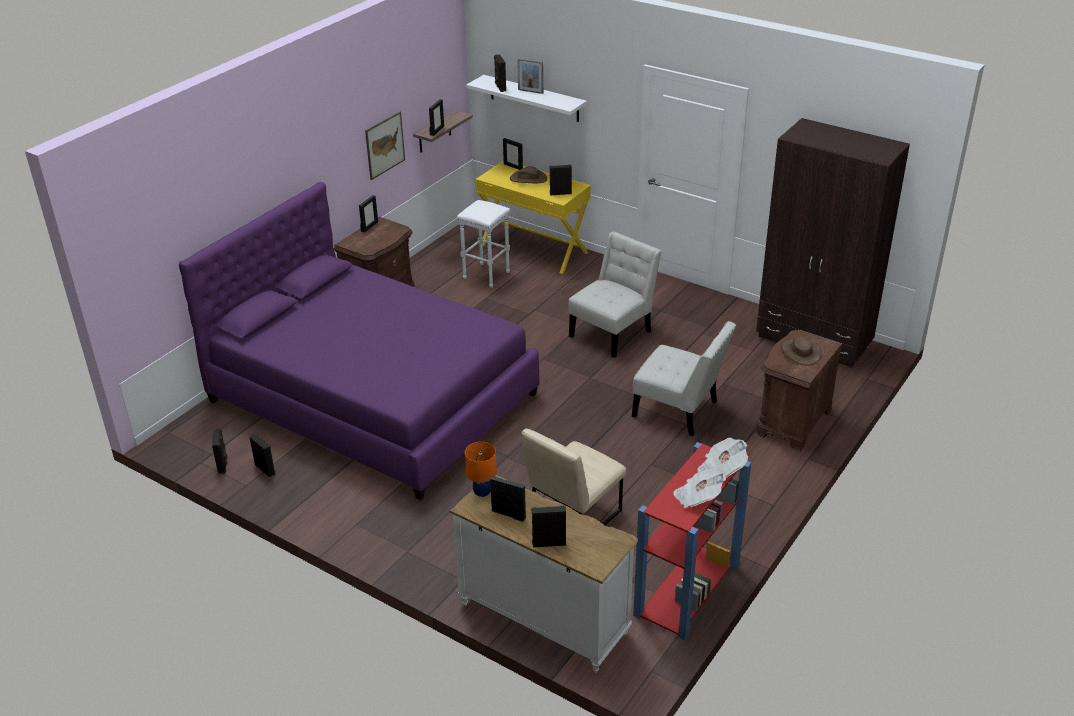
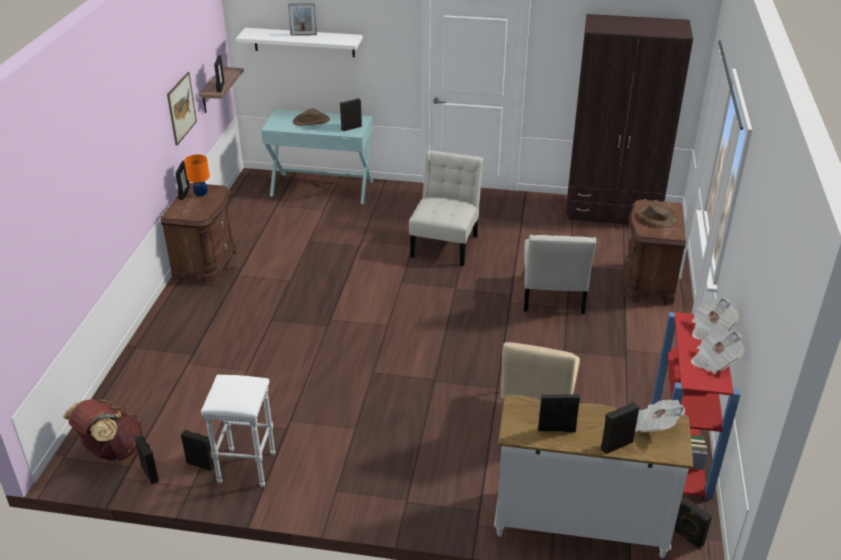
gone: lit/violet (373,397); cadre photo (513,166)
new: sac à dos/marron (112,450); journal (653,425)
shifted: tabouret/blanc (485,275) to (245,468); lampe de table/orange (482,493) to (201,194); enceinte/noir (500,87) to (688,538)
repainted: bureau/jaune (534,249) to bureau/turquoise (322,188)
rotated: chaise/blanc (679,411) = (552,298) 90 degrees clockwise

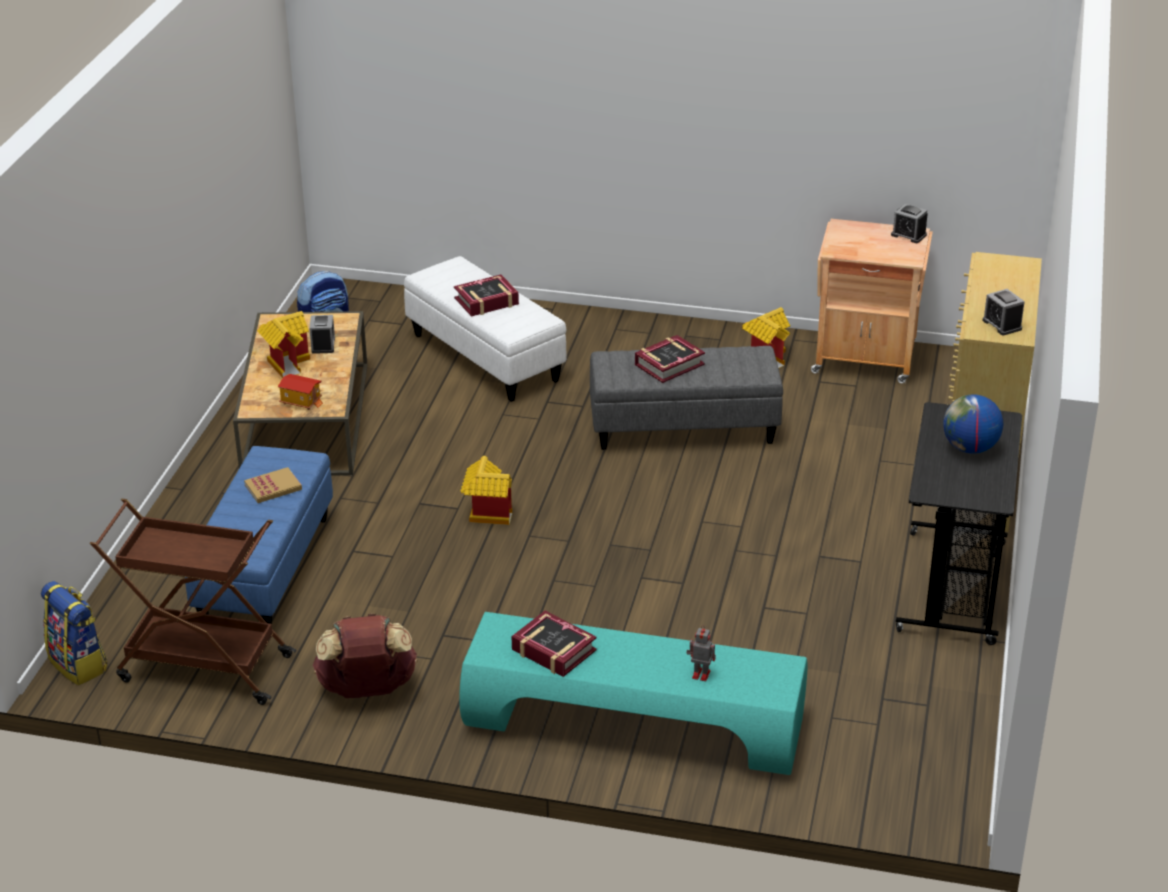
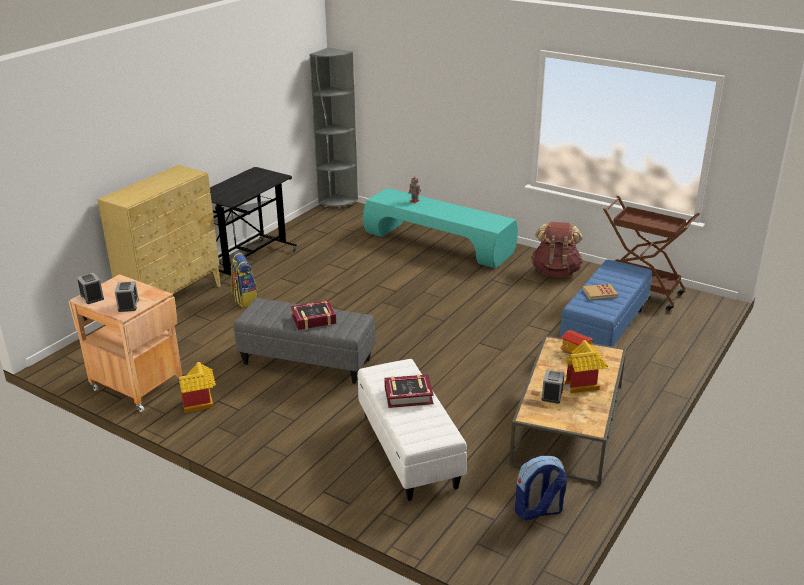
gone: maison miniature (486,513); livre (553,650); globe (970,448)
new: bibliothèque/gris (338,205)
shifted: sac à dos (79,664) to (245,299); réveil (1002,324) to (128,305)

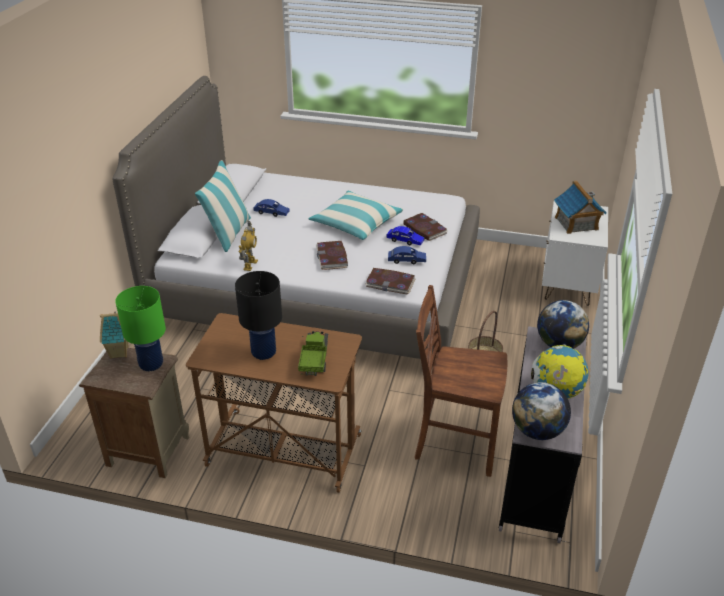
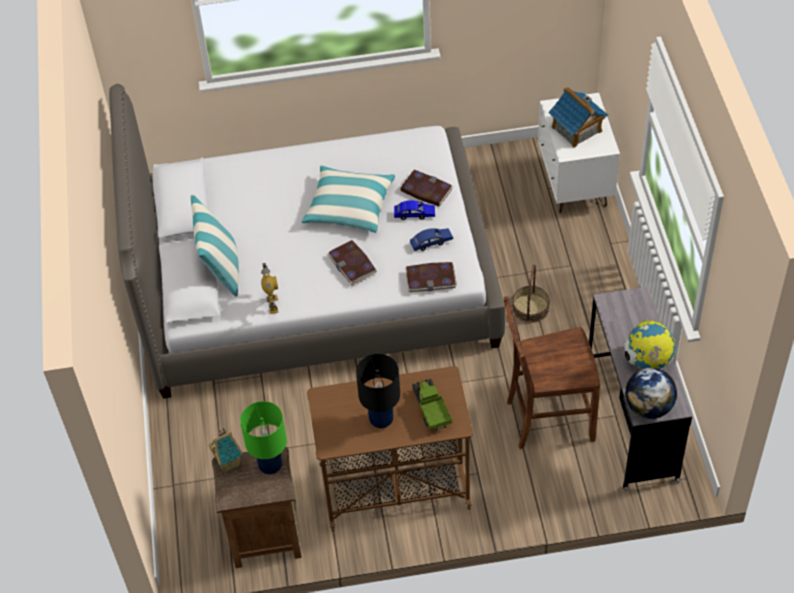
gone: petite voiture/bleu (271,213); globe (559,344)

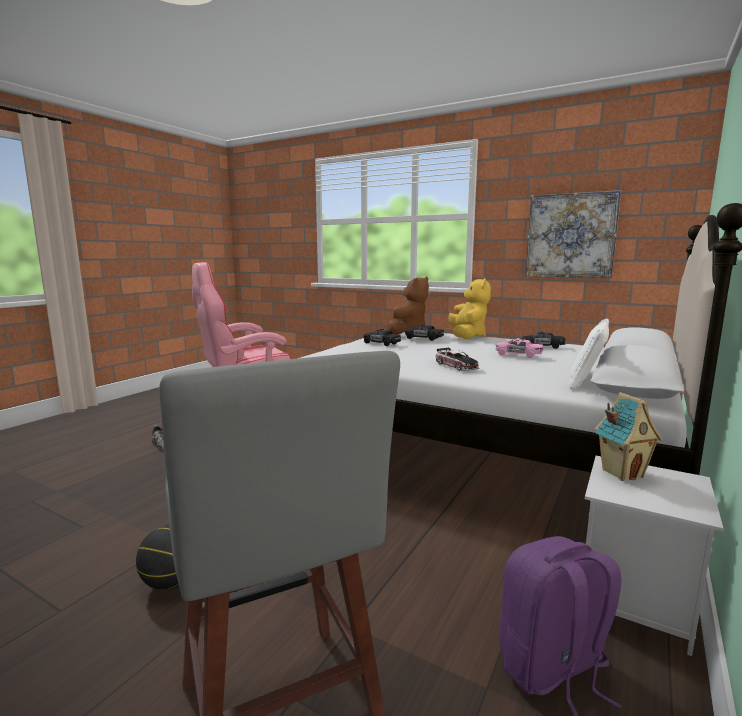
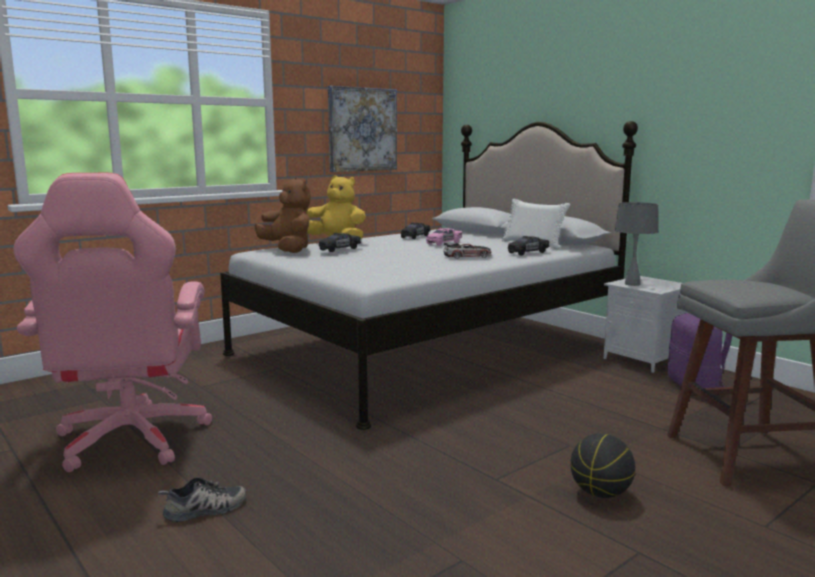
shifted: petite voiture/noir (381,343) to (527,252)
swapped: maison miniature (622,473) to lampe de table/gris (632,284)

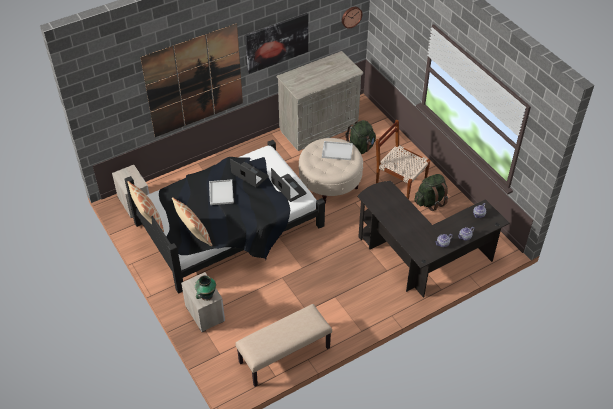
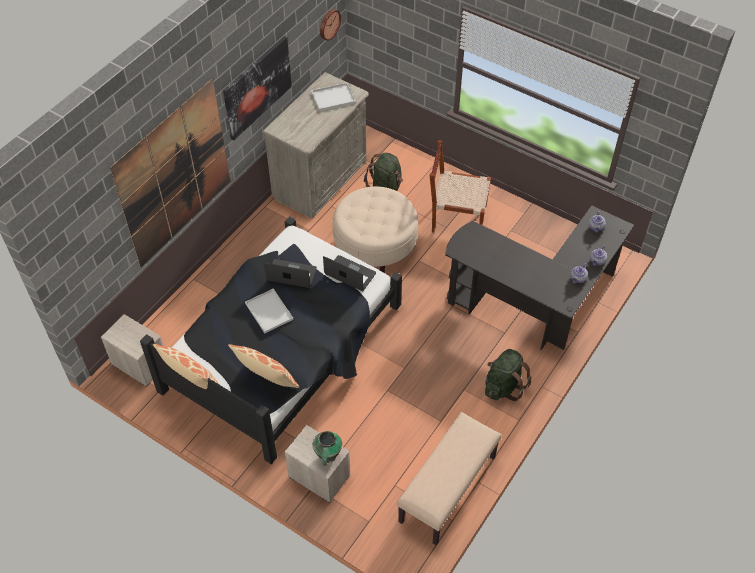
shifted: plateau/blanc (338,151) to (333,97); sac à dos/vert (430,201) to (503,386)

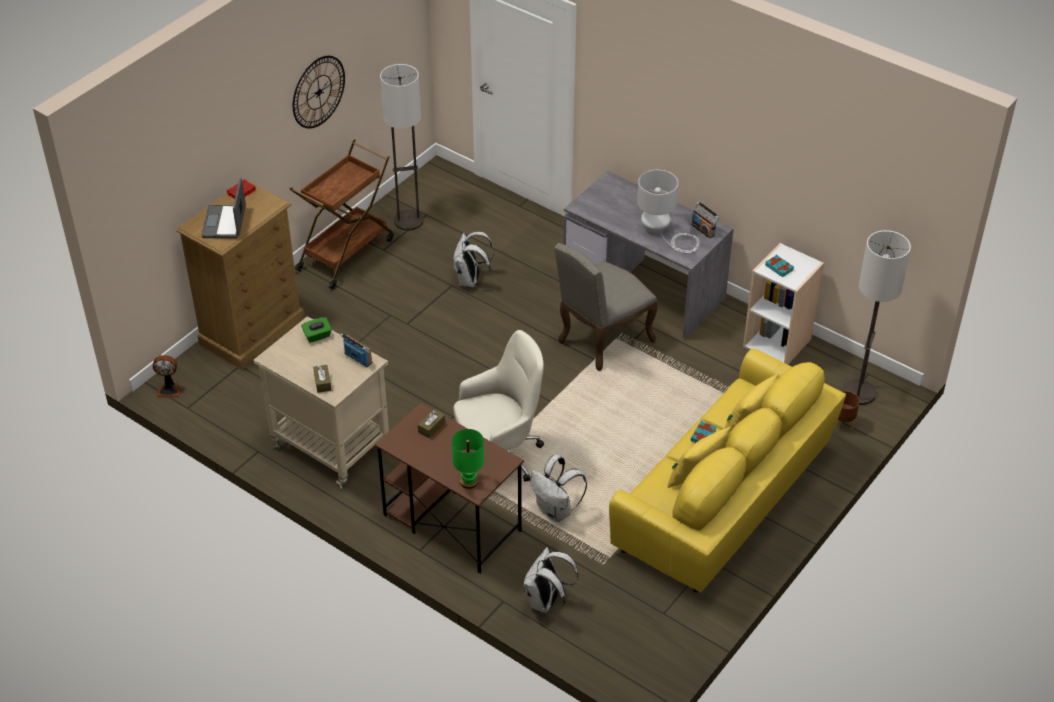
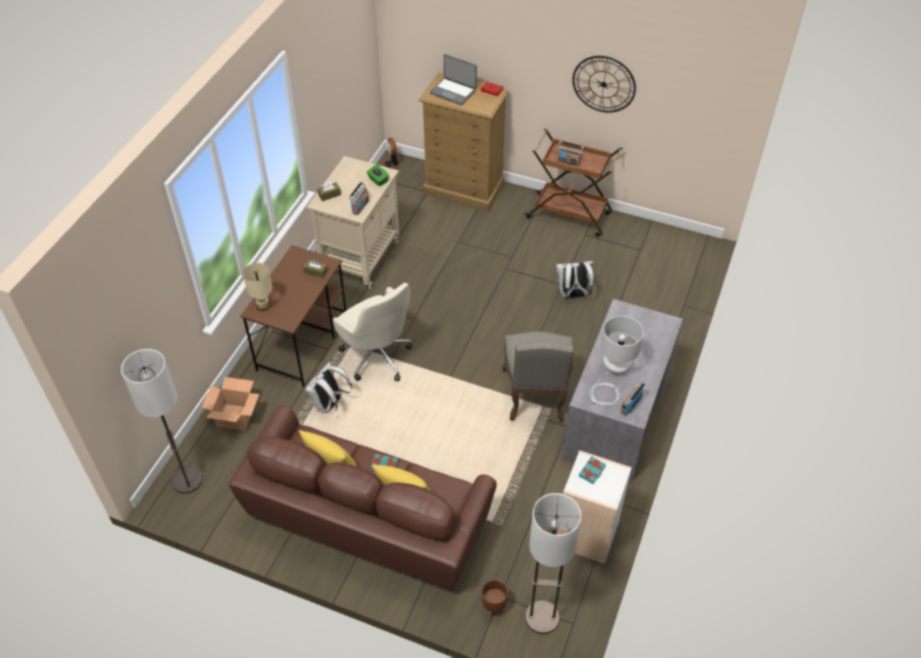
new: radio (569,161)
shifted: lampadaire (408,221) to (186,480)
swapped: sac à dos/blanc (546,602) to carton (234,417)
repainted: lampe de table/vert (469,482) to lampe de table/beige (262,305); canapé/jaune (724,501) to canapé/marron (367,521)
rotated: ordinateur portable (225,223) = (453,91) 135 degrees counterclockwise; chaise/gris (602,340) = (535,397) 120 degrees counterclockwise

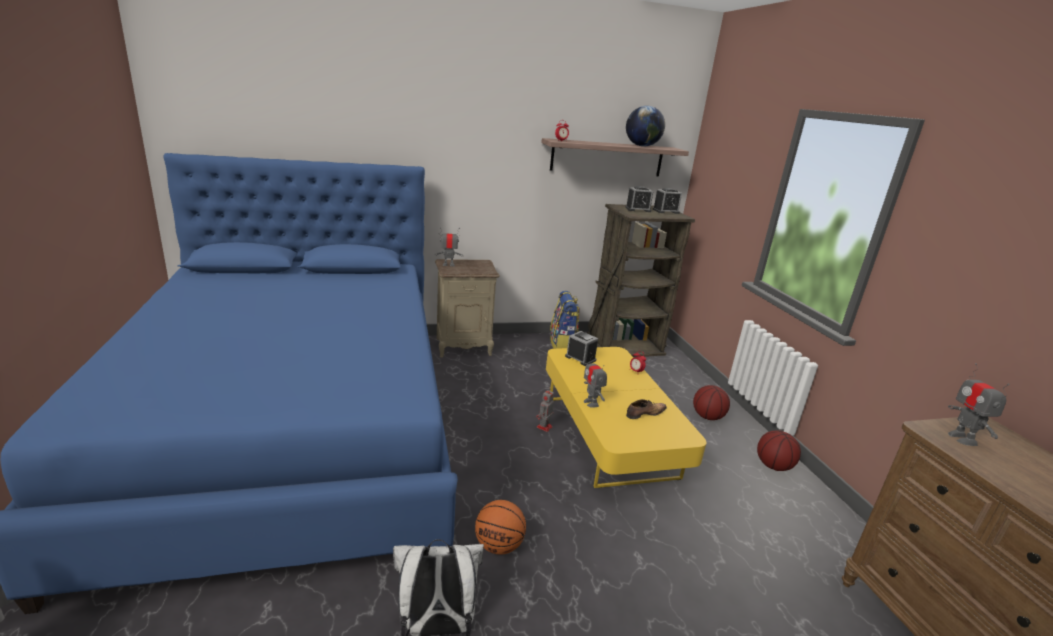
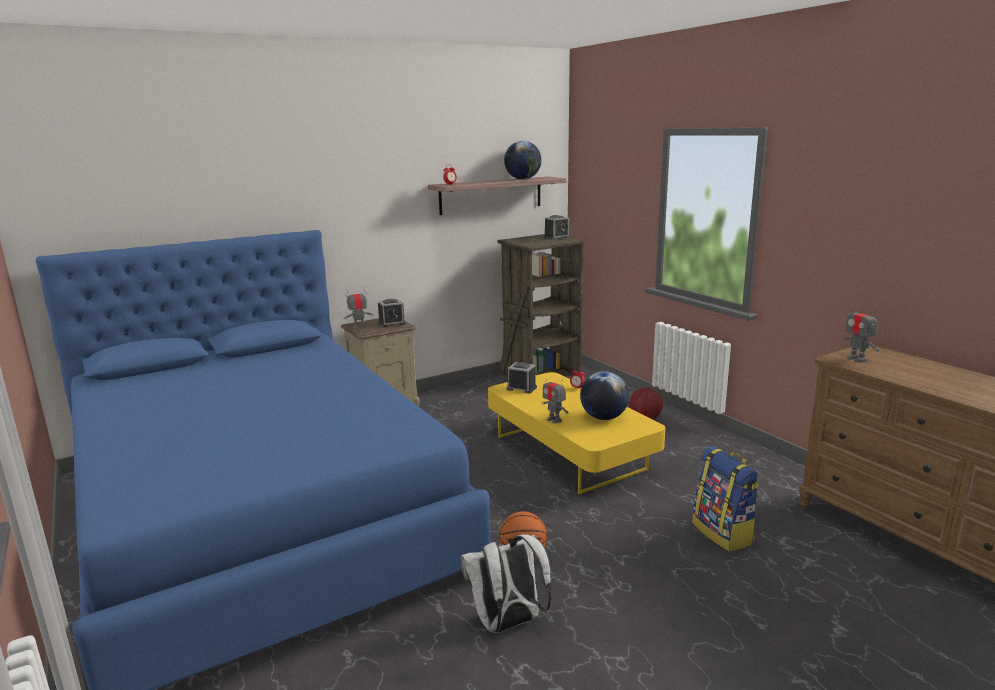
gone: robot jouet (544,427); ballon de basket (773,466)
shifted: sac à dos (563,345) to (723,533); réveil (638,209) to (392,323)
swapped: chaussure (644,414) to globe (603,417)

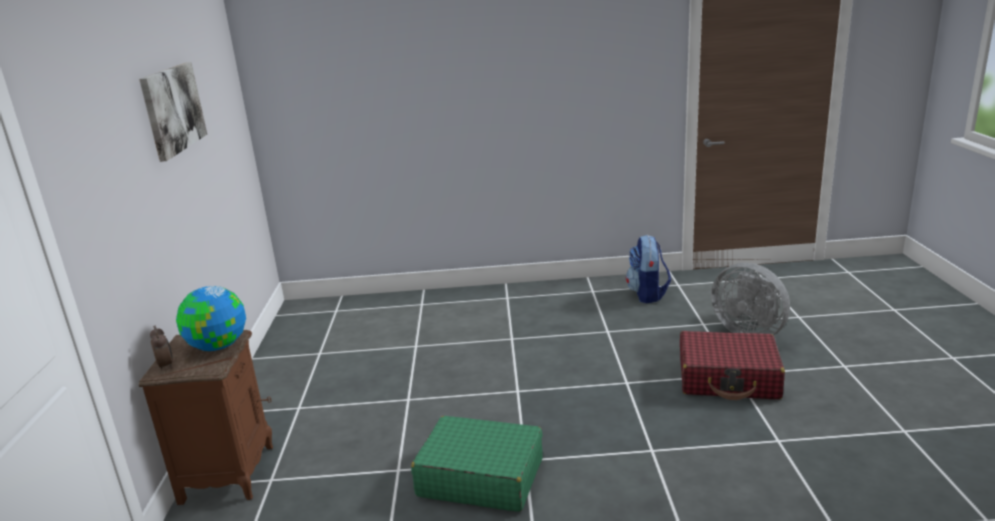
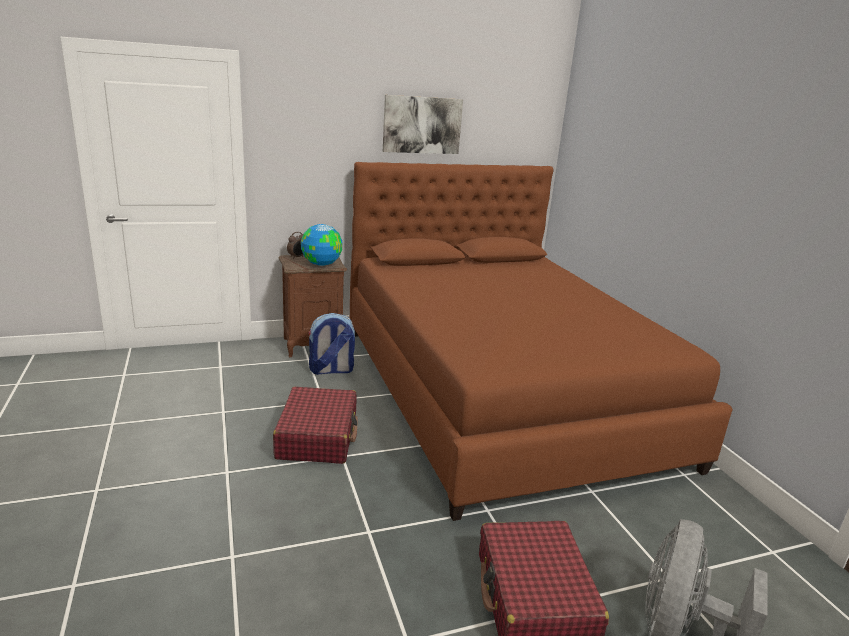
new: lit/marron (499,391)
shifted: sac à dos (647,294) to (331,370)
repainted: valise/vert (480,477) to valise/rouge (318,436)

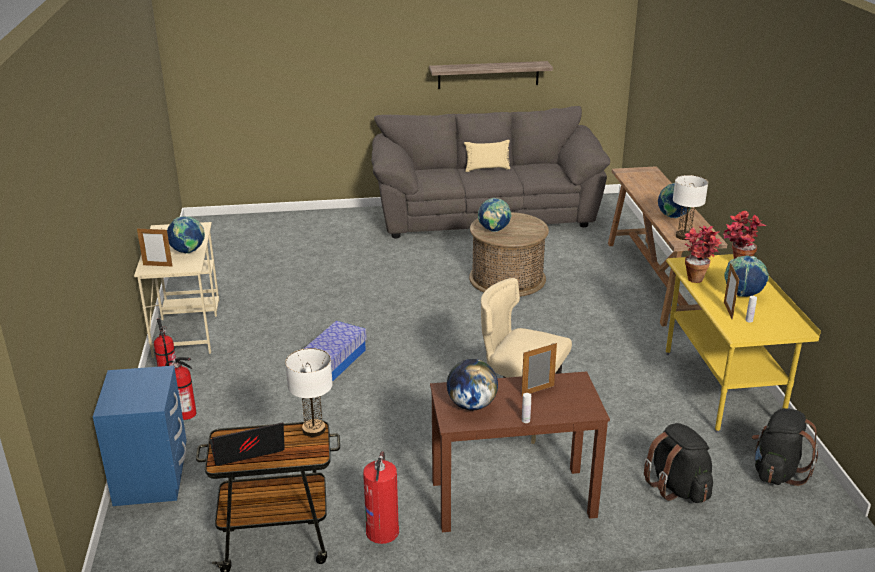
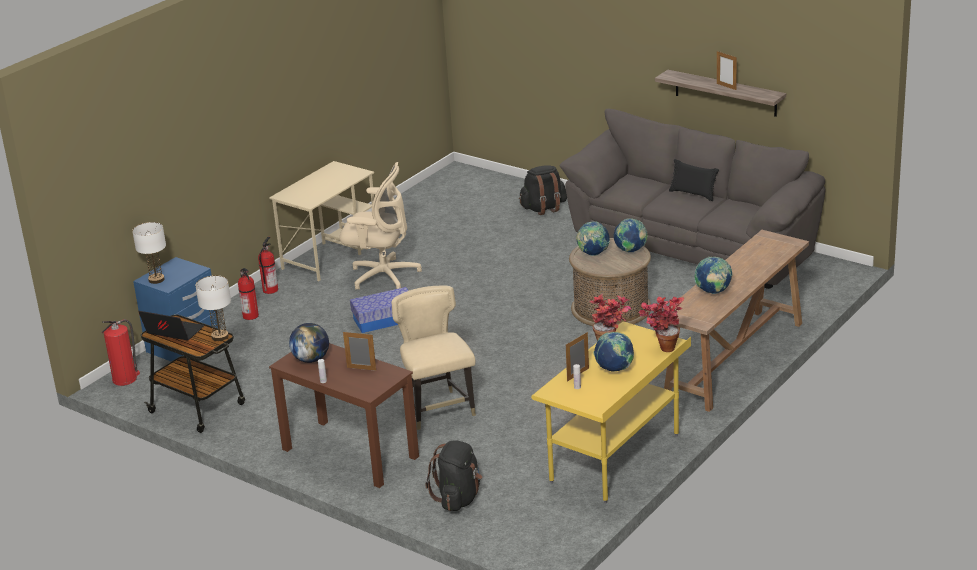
new: chaise de bureau/beige (379,277)
shifted: cadre photo (157,265) to (726,86); globe (188,252) to (630,251); extincteur (383,531) to (125,379); lampe de table (684,236) to (156,279); sac à dos/noir (776,471) to (544,208)
repainted: coussin/beige (487,169) to coussin/noir (693,194)

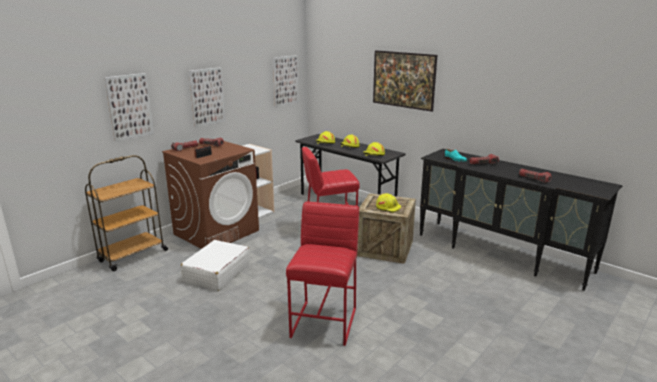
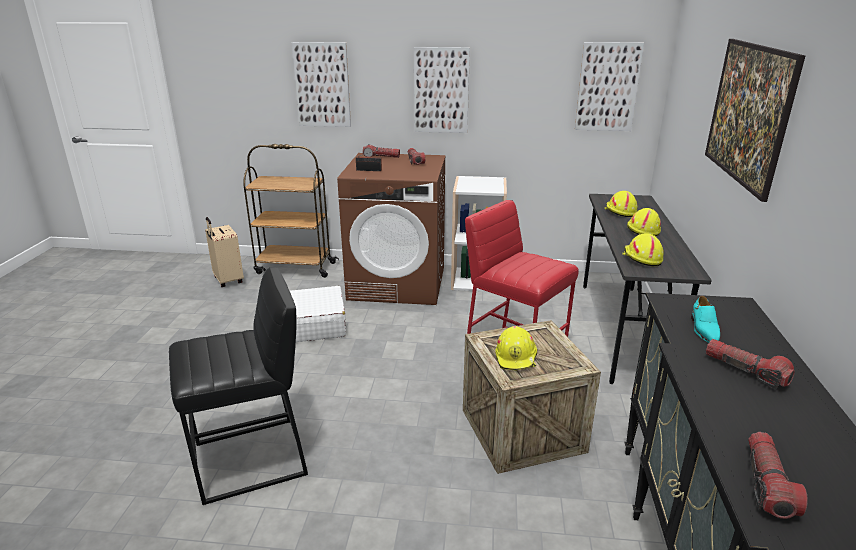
new: valise/beige (227,280)
repainted: tabouret/rouge (324,321) to tabouret/noir (252,458)

